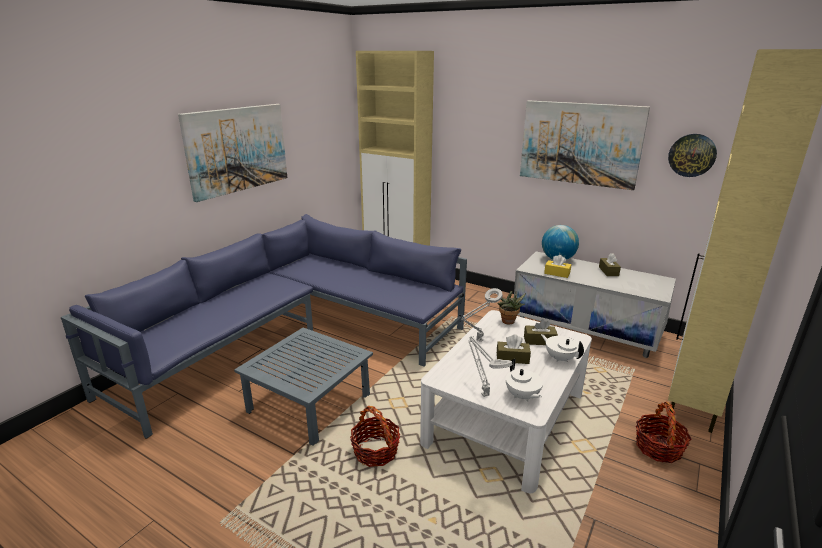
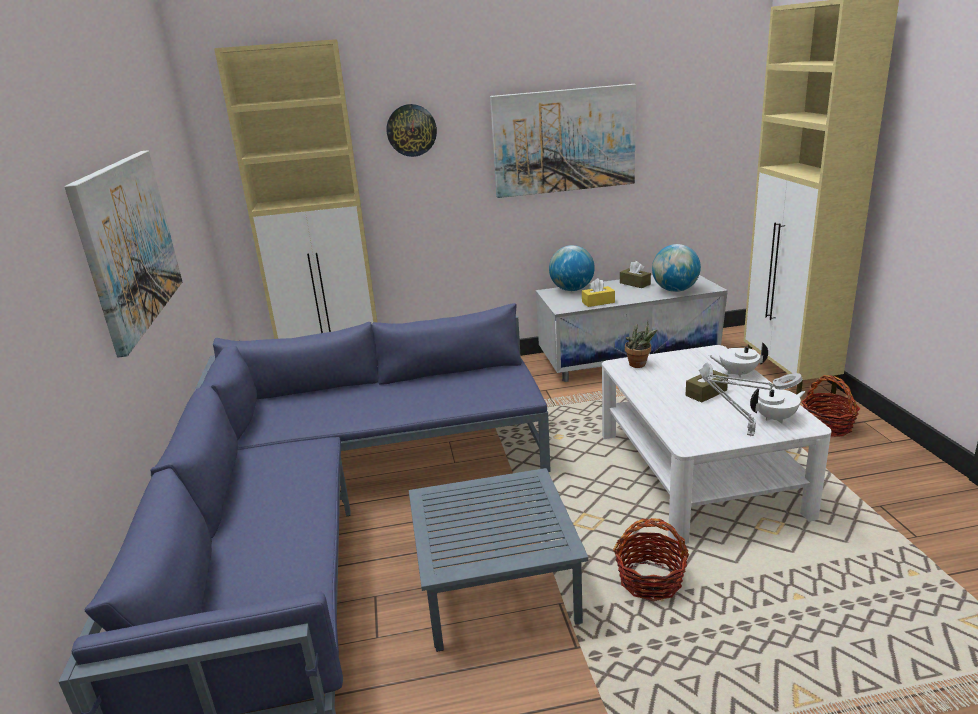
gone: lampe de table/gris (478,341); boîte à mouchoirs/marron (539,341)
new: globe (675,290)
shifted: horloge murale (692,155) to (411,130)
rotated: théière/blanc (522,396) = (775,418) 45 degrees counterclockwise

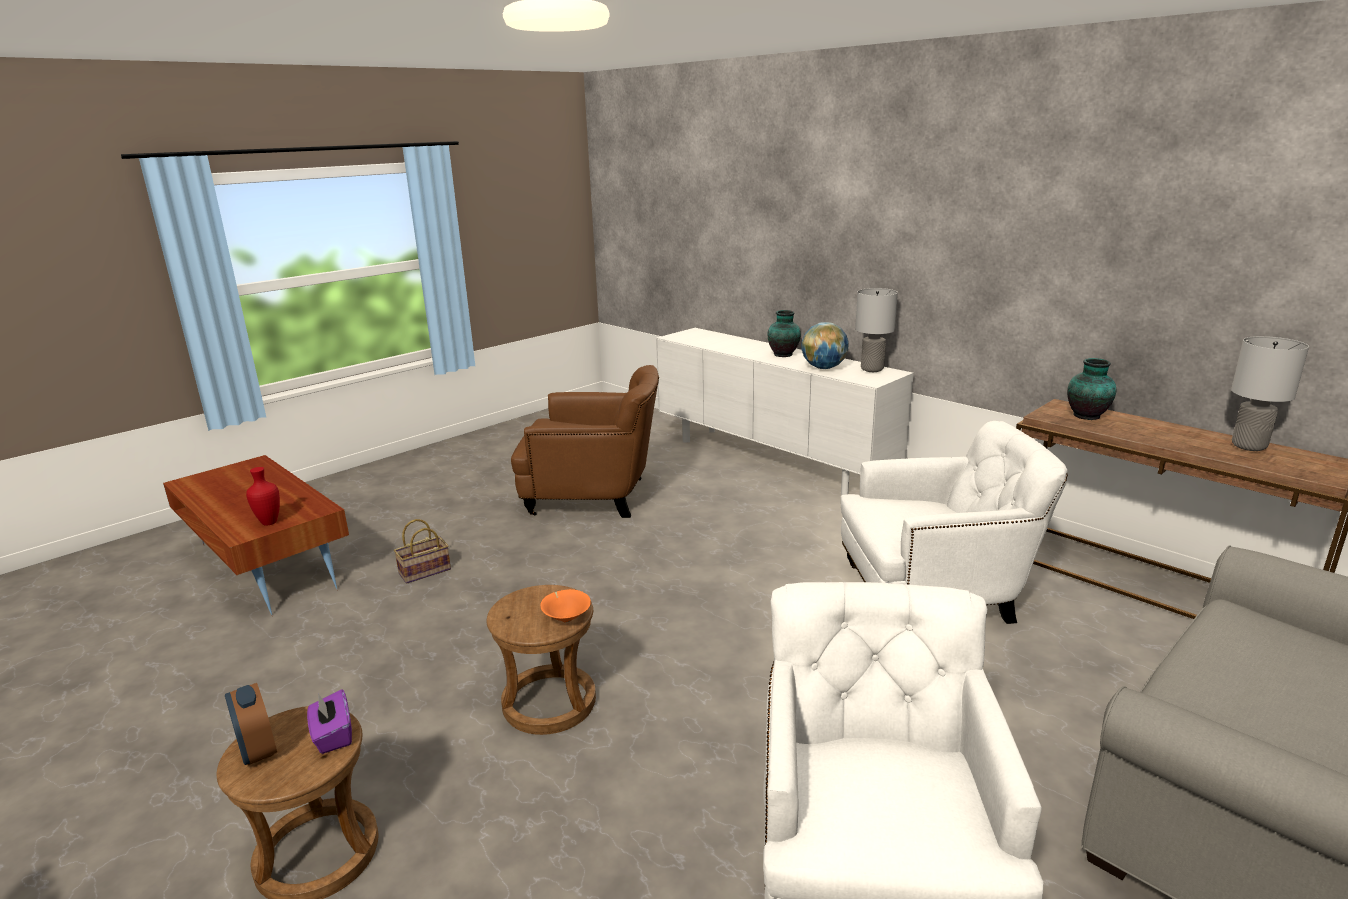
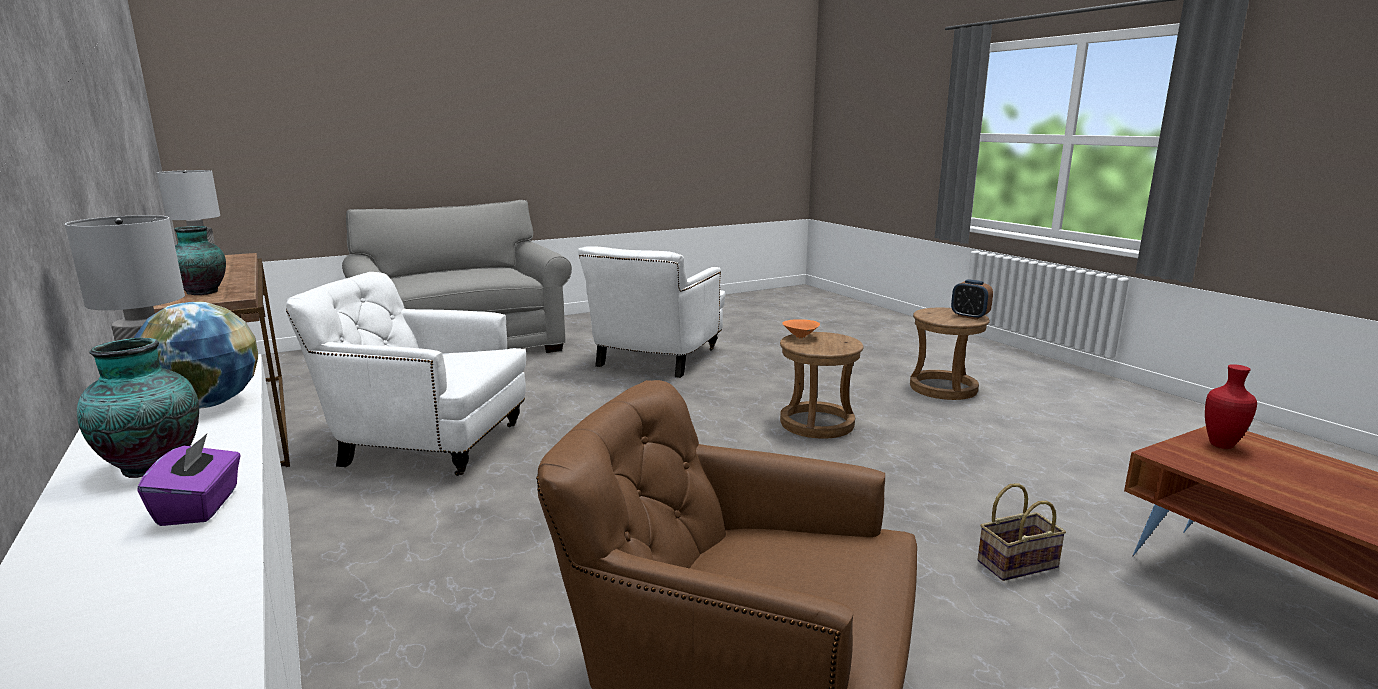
shifted: boîte à mouchoirs/violet (333,736) to (200,506)
rotated: réveil (257,749) = (969,316) 150 degrees clockwise

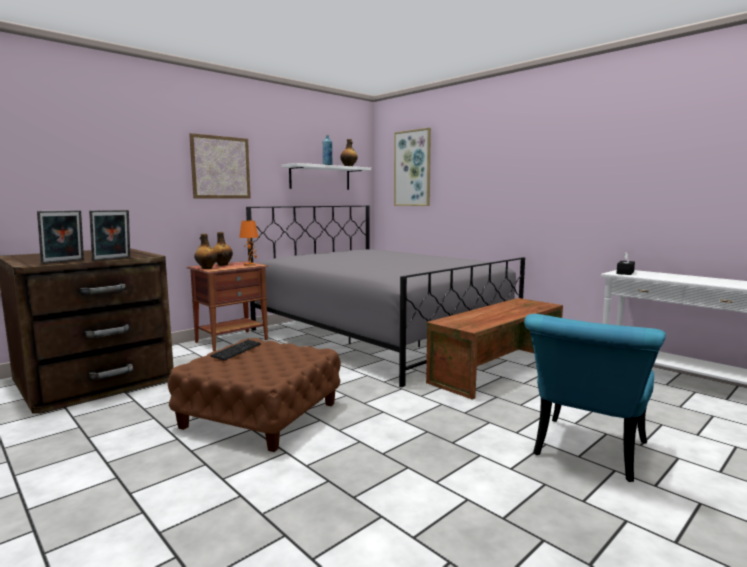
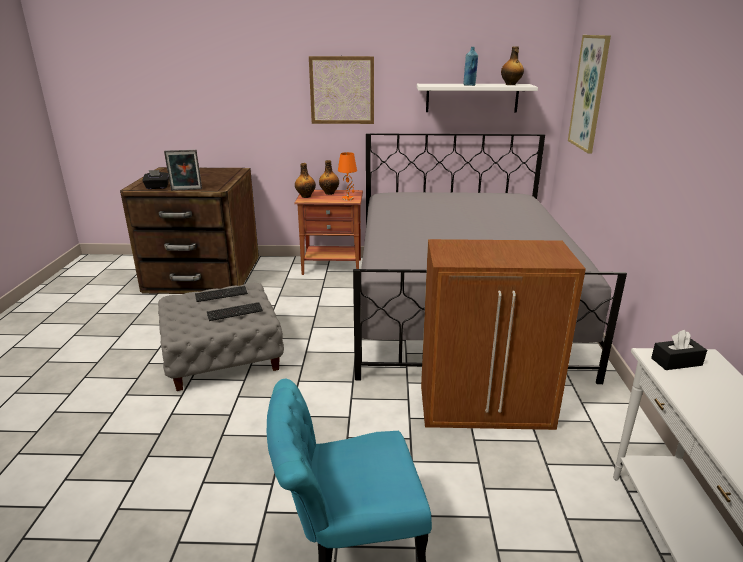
new: clavier (235,312)
swapped: cadre photo (64,261) to boîte à mouchoirs/noir (157,187); banc/marron (497,369) to meuble de rangement/marron (485,406)
repainted: pouf/marron (260,415) to pouf/gris (222,355)

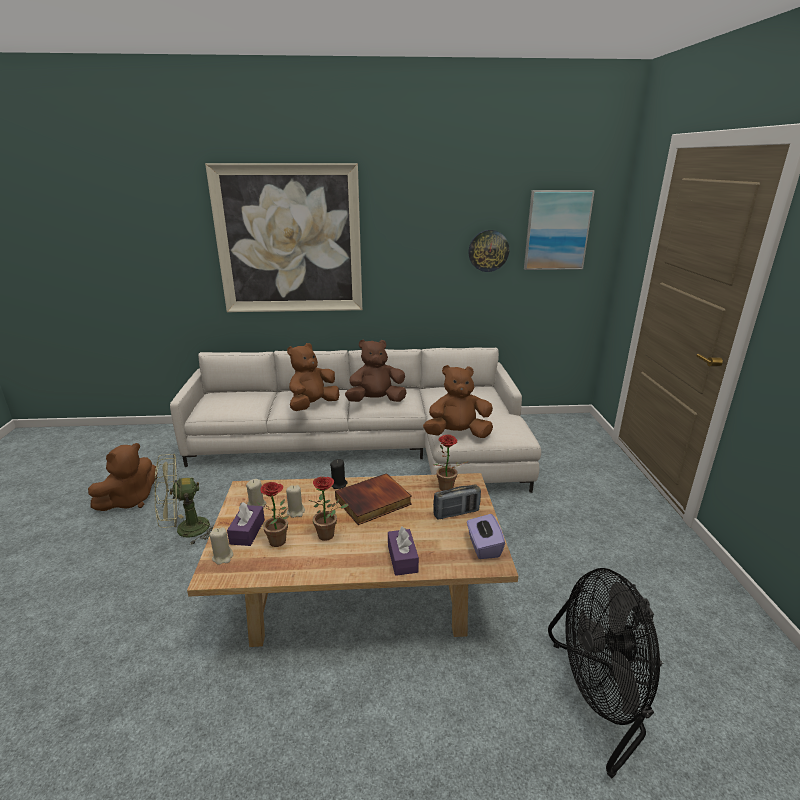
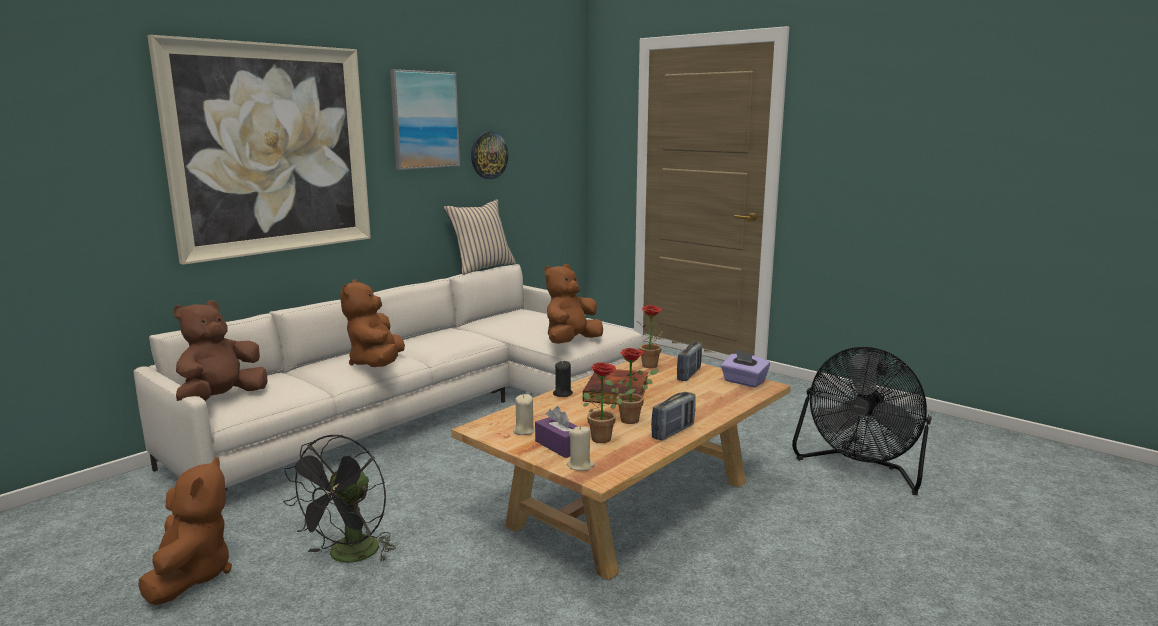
gone: bougie/beige (296,512); boîte à mouchoirs/violet (402,559)
new: coussin/beige (482,268); radio (673,431)
shifted: peluche/marron (376,401) to (221,399); tableau (557,230) to (424,120)
repainted: ventilateur/vert (185,531) to ventilateur/noir (349,557)

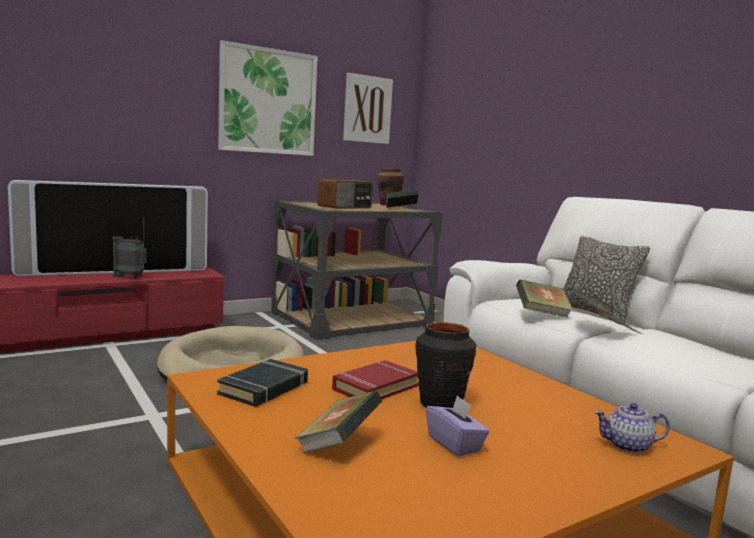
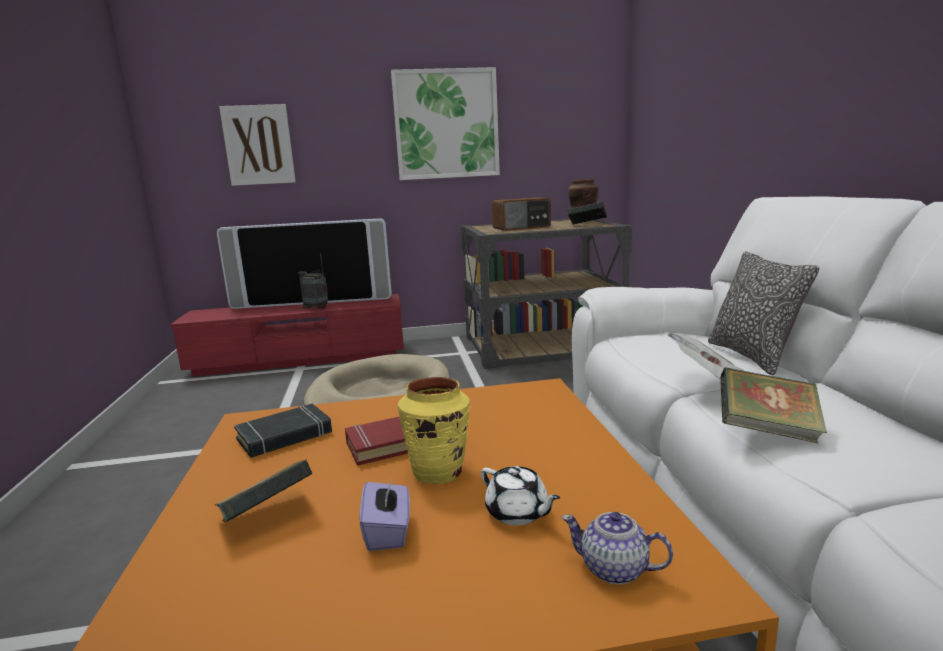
new: théière/blanc (518,513)
shifted: tableau (367,109) to (258,145); livre (542,314) to (767,431)
repainted: vase/noir (440,404) to vase/jaune (438,472)

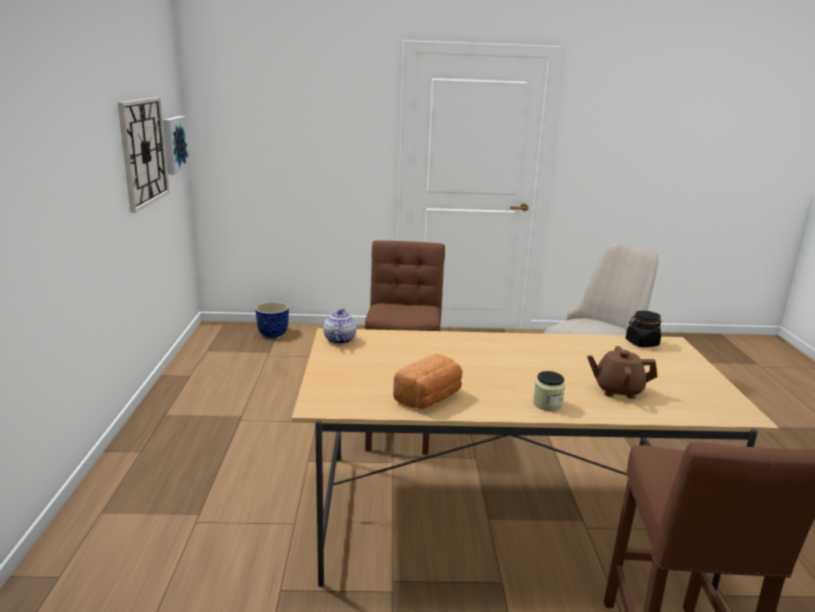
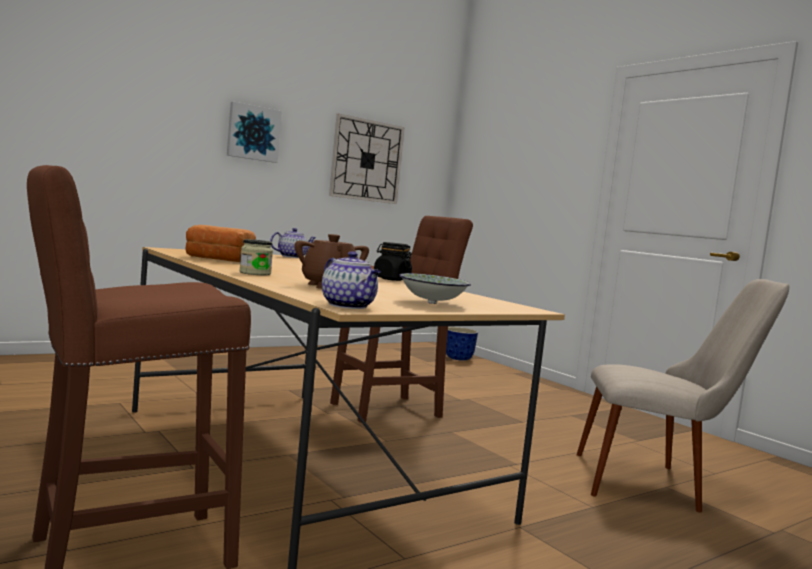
new: théière (349,306); bol (431,303)
shifted: tableau (173,144) to (253,133); bocal/noir (641,343) to (391,279)

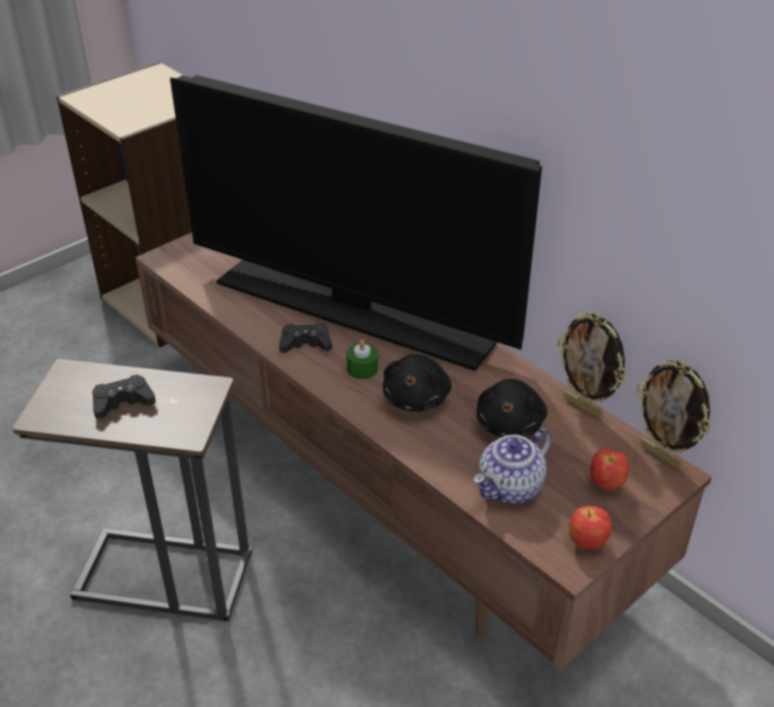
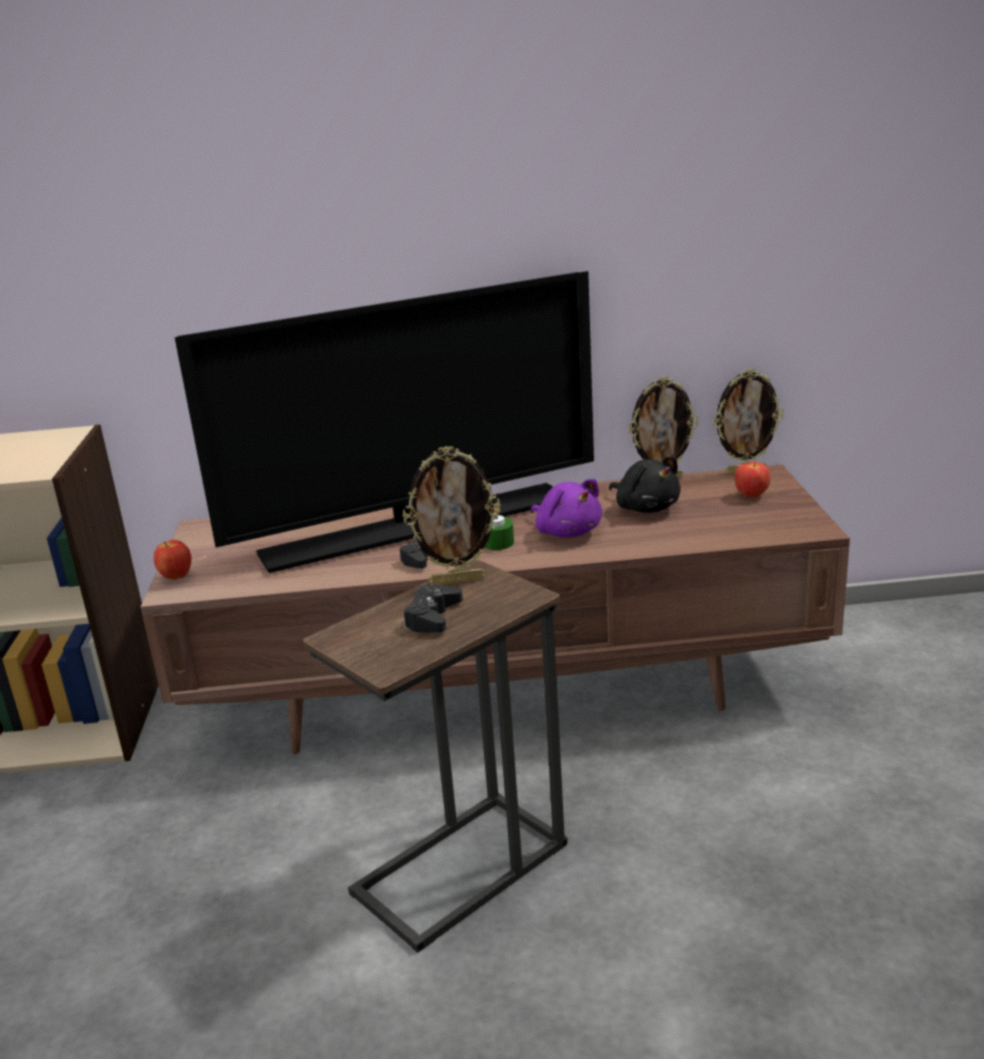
gone: théière (510,488)
new: cadre photo (458,581)
shifted: pomme (587,543) to (176,577)
repainted: peluche/noir (417,398) to peluche/violet (567,532)

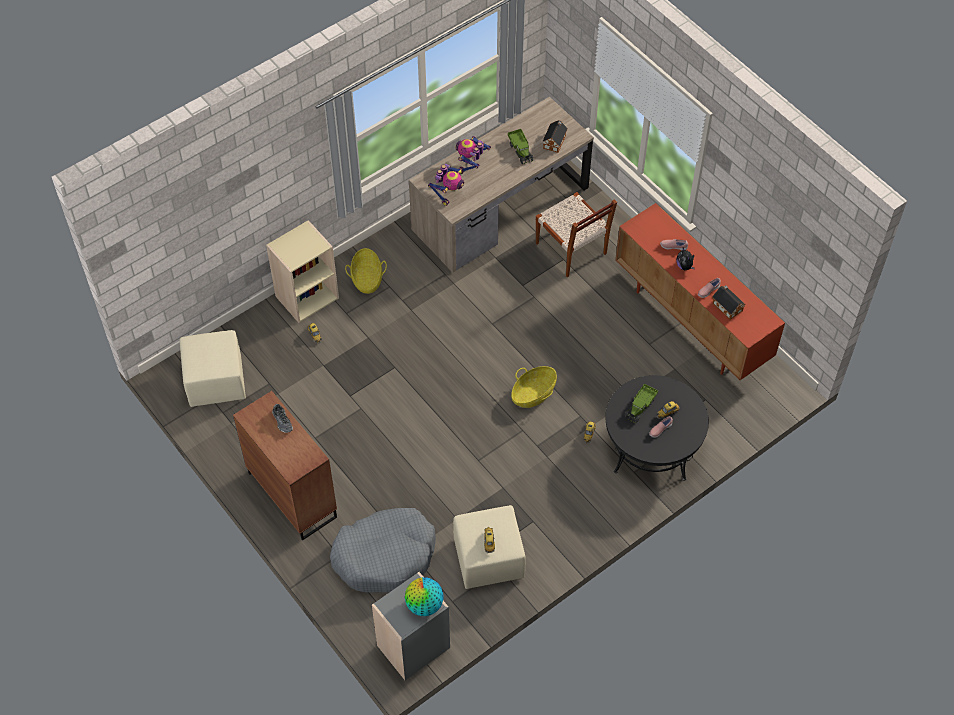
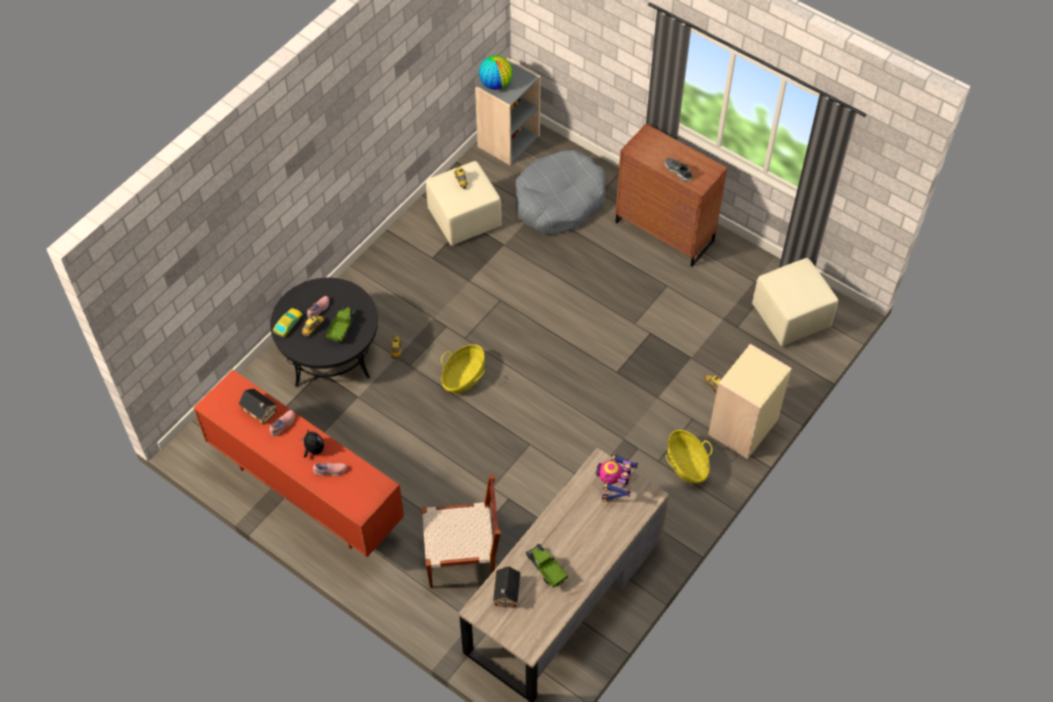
gone: robot jouet (471,164)
new: petite voiture (288,324)
rotated: chaise (572,250) = (462,557) 135 degrees clockwise

